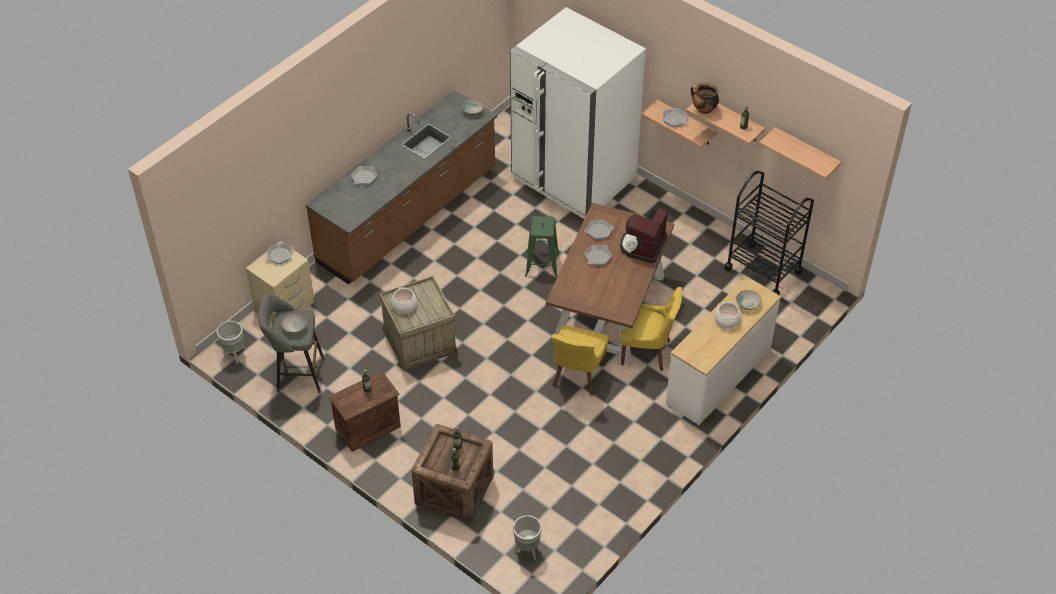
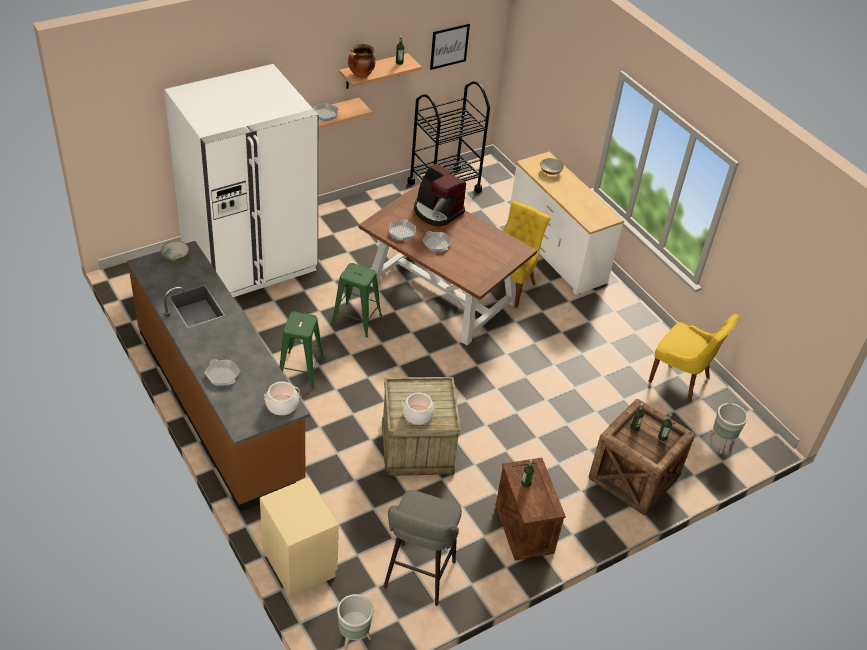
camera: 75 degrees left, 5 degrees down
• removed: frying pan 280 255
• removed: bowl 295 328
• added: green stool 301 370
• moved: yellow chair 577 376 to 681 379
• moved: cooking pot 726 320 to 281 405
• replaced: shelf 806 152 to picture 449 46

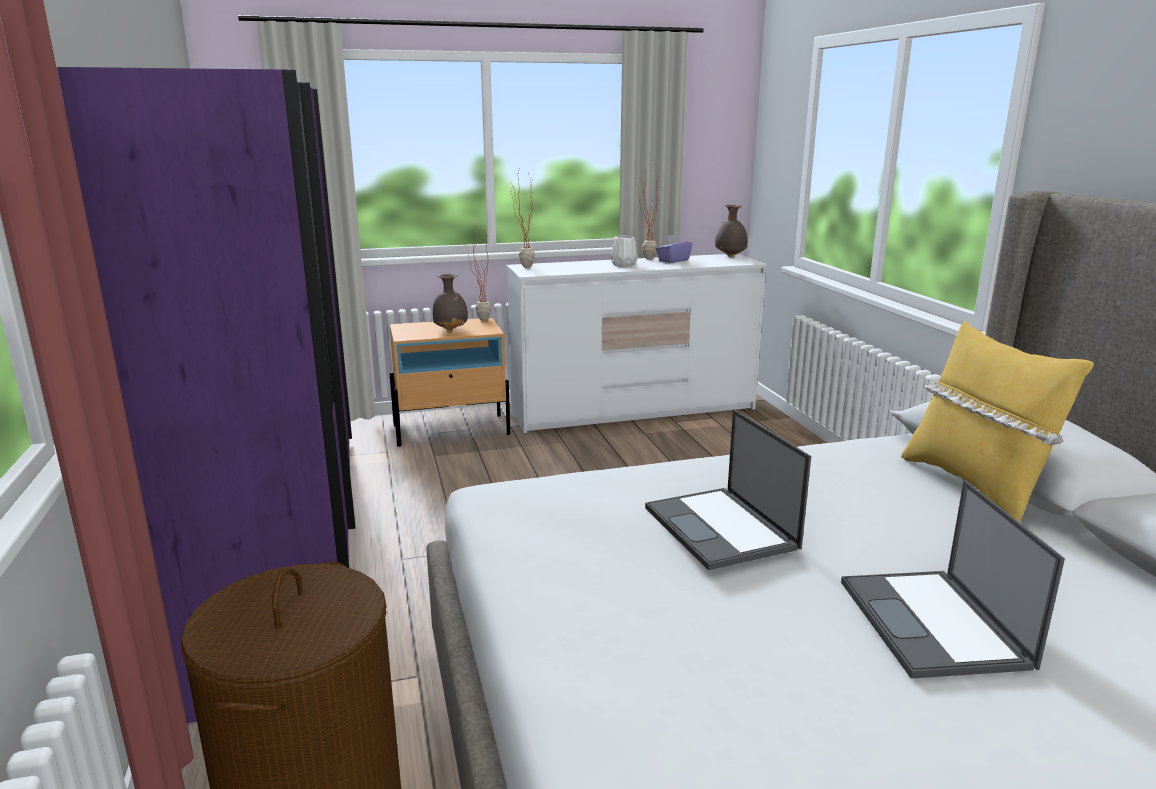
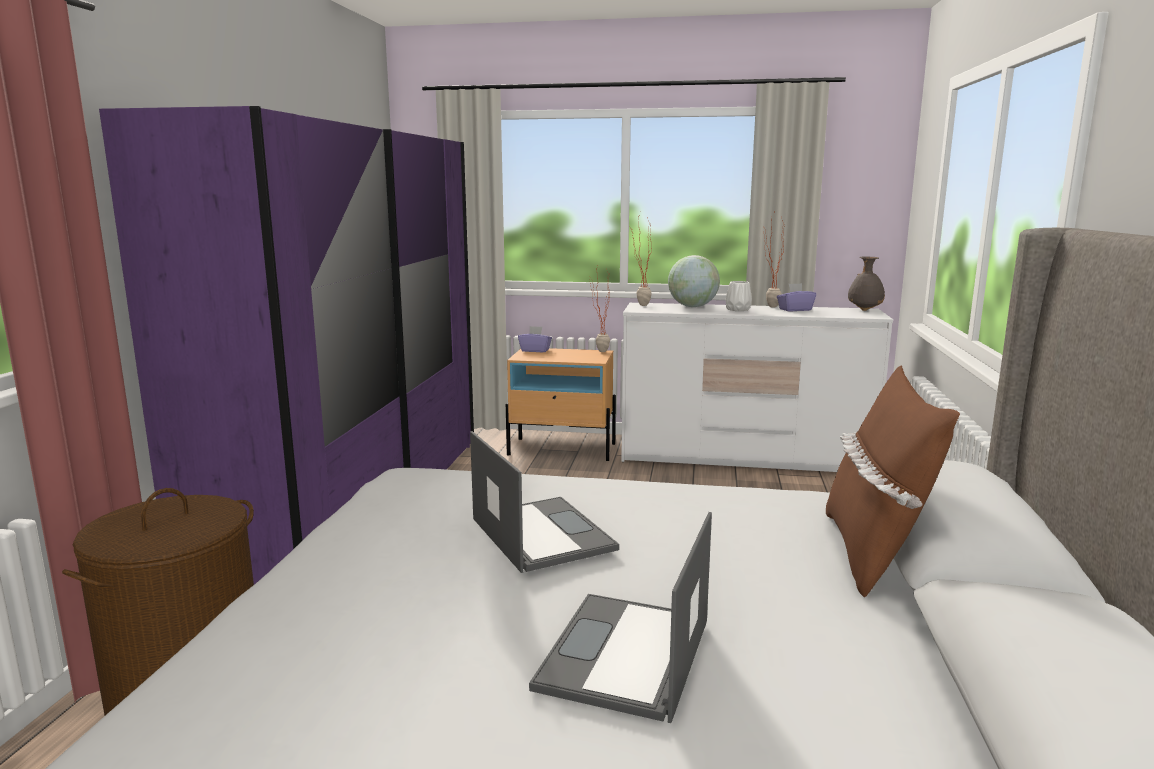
camera: 25 degrees right, 5 degrees down
• removed: grey vase 451 329
• added: purple tissue box 535 350
• added: globe 693 306
• recoloured: yellow pillow 974 485 to brown pillow 873 553
• turned: laptop 721 528 = 540 533 150 degrees clockwise

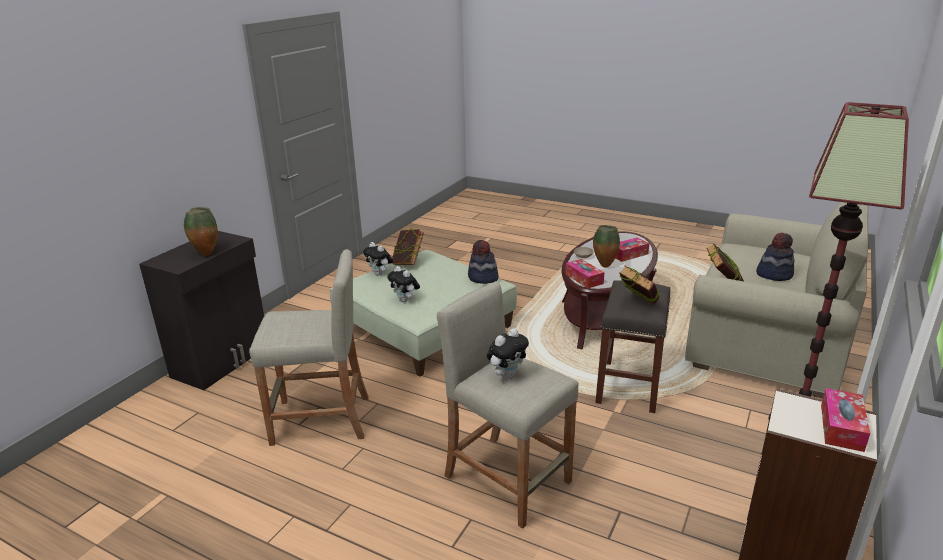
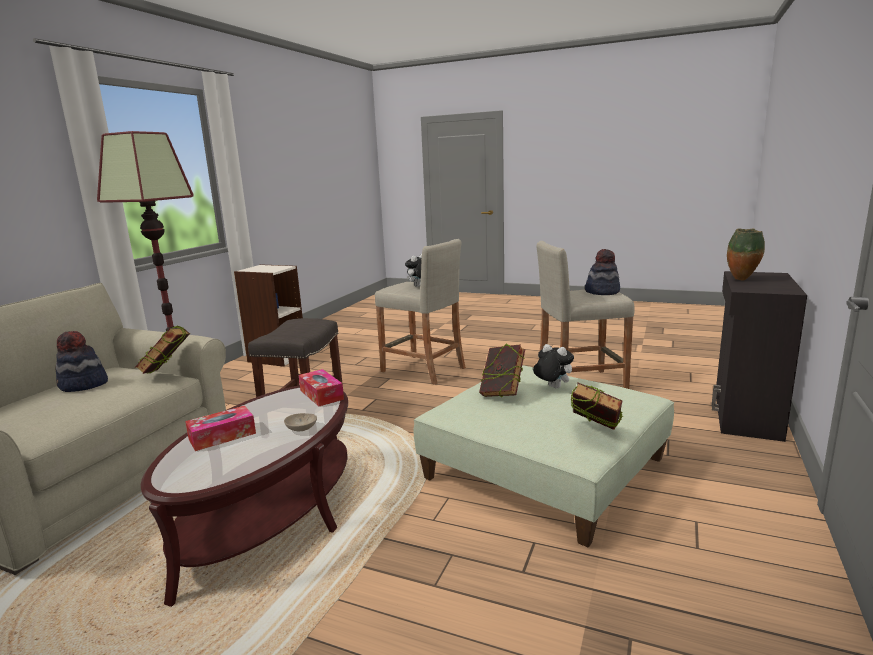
camera: 175 degrees right, 10 degrees down
• removed: plush toy 380 274
• removed: vase 604 265
• removed: tissue box 841 427
• moved: hat 483 278 to 602 292
• moved: book 637 305 to 502 394

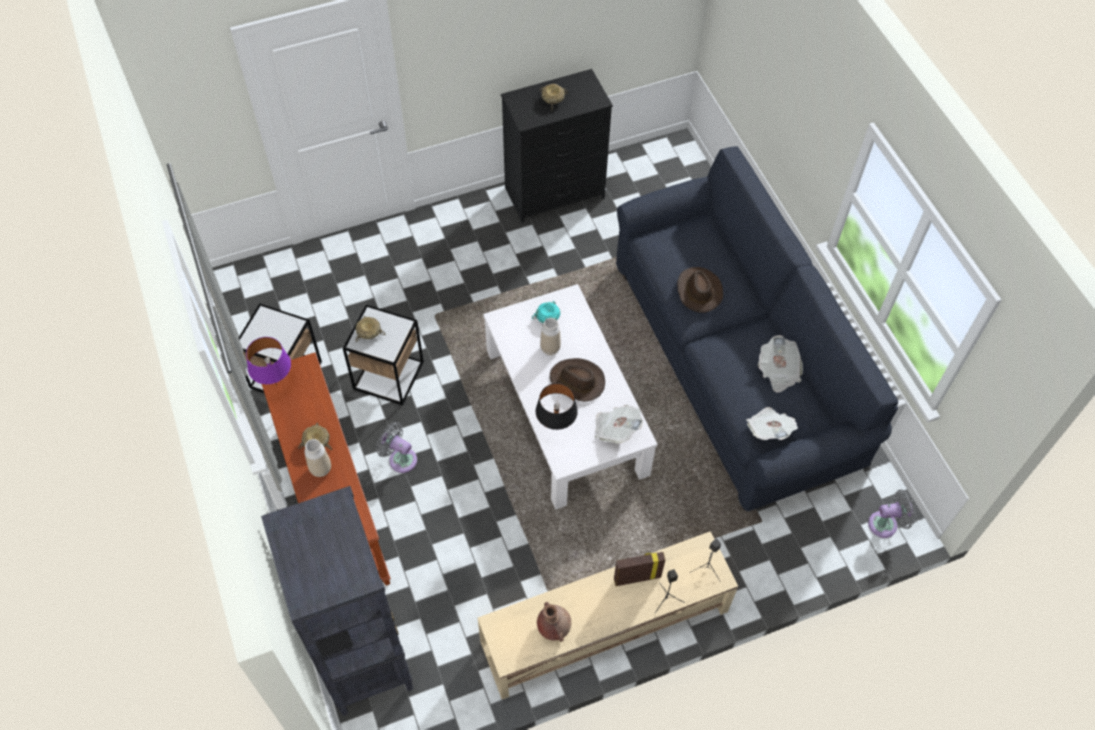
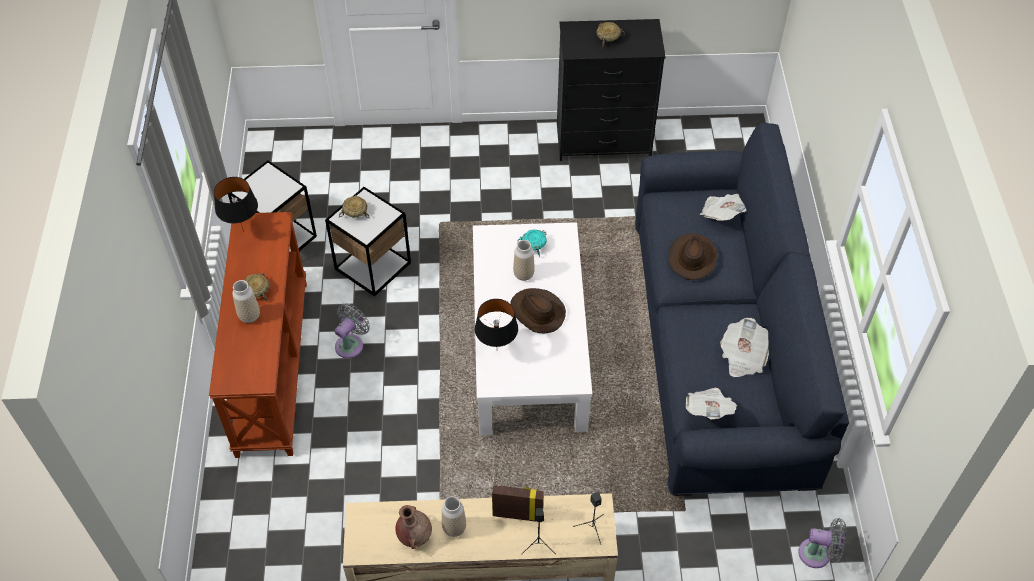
camera: 20 degrees right, 5 degrees down
• removed: black bookcase 364 658
• added: vase 454 528
• moved: newspaper 616 429 to 722 214
• recoloured: purple table lamp 276 386 to black table lamp 243 231
• turned: grey fan 400 458 = 351 344 75 degrees clockwise

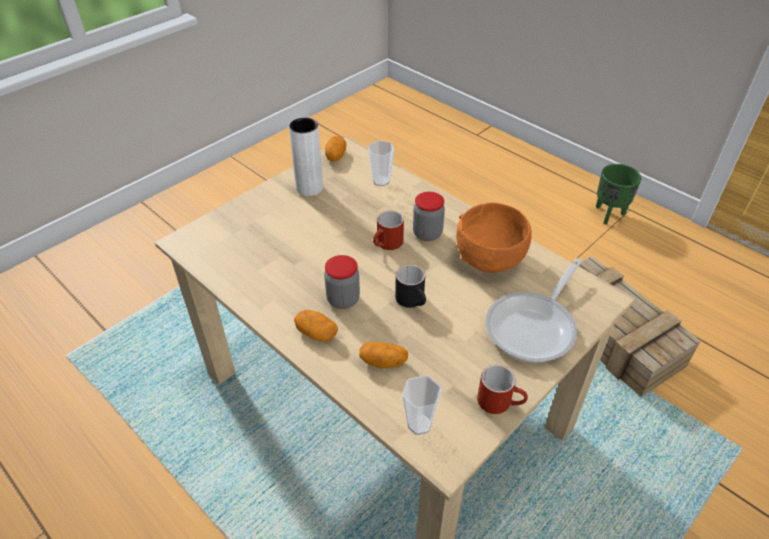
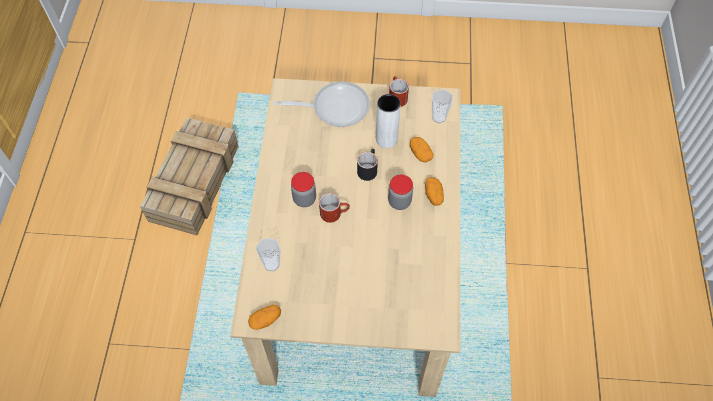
camera: 130 degrees left, 15 degrees up
• removed: orange bowl 490 257
• removed: green planter 608 214
• moved: white vase 309 188 to 386 139

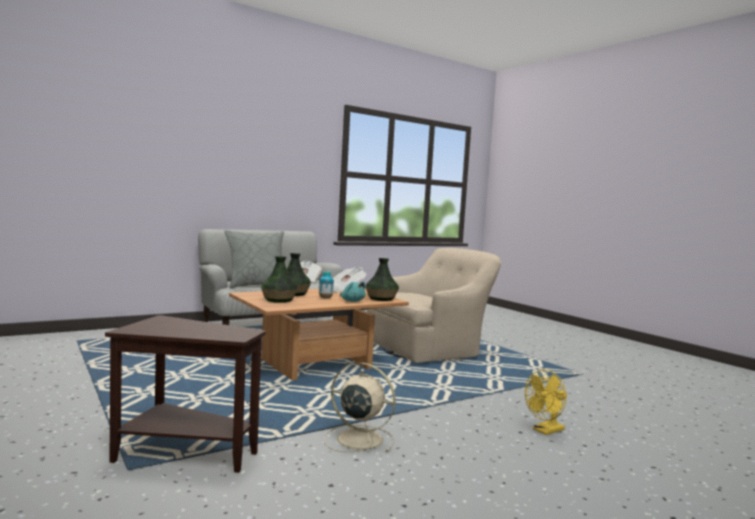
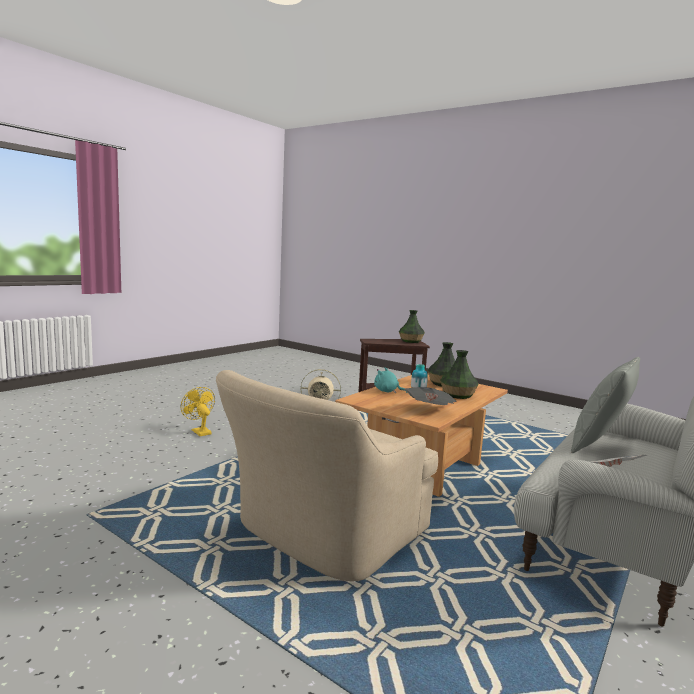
camera: 160 degrees right, 5 degrees up
• moved: vase 381 299 to 410 341
• turned: yellow fan 545 431 = 199 431 75 degrees counterclockwise

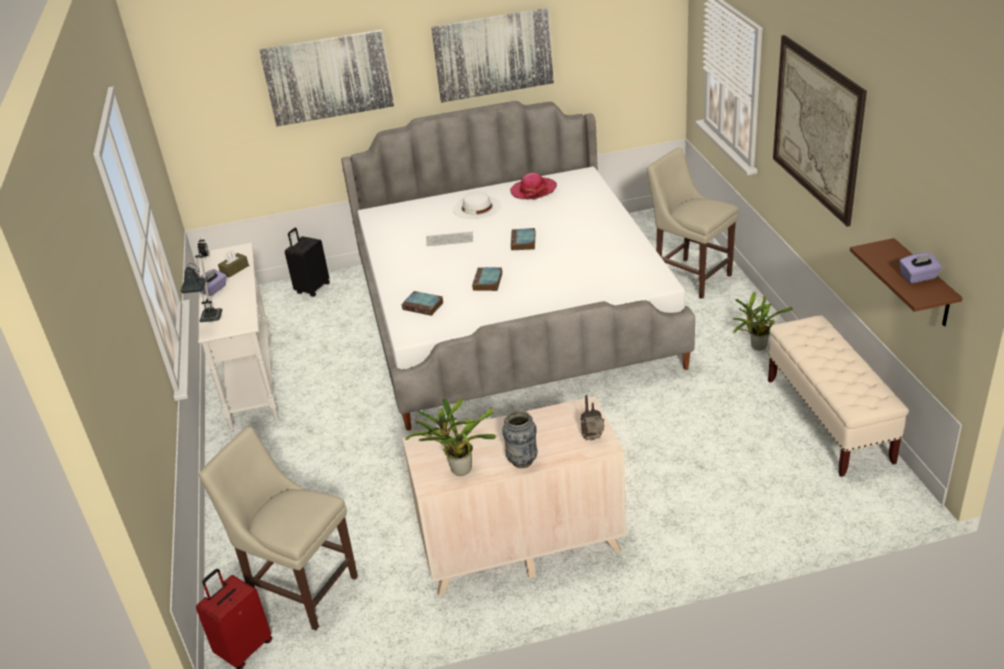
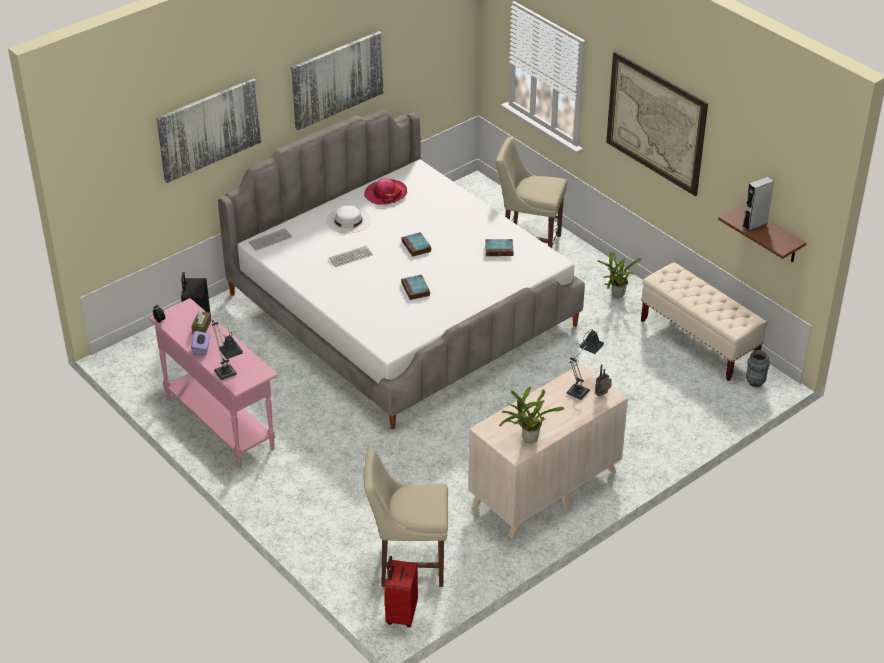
camera: 30 degrees left, 5 degrees up
• removed: purple tissue box 918 277
• added: keyboard 270 240
• added: table lamp 580 389
• added: grey speaker 755 224
• moved: book 424 306 to 499 249
• moved: vase 522 461 to 755 383
• recoloured: white console table 252 381 to pink console table 220 423

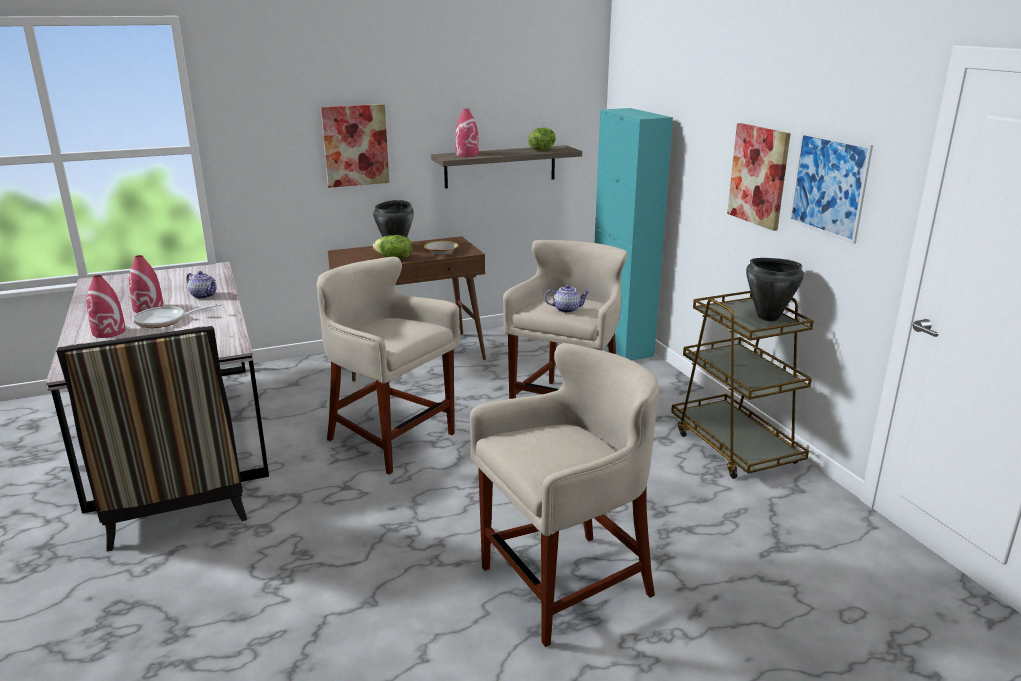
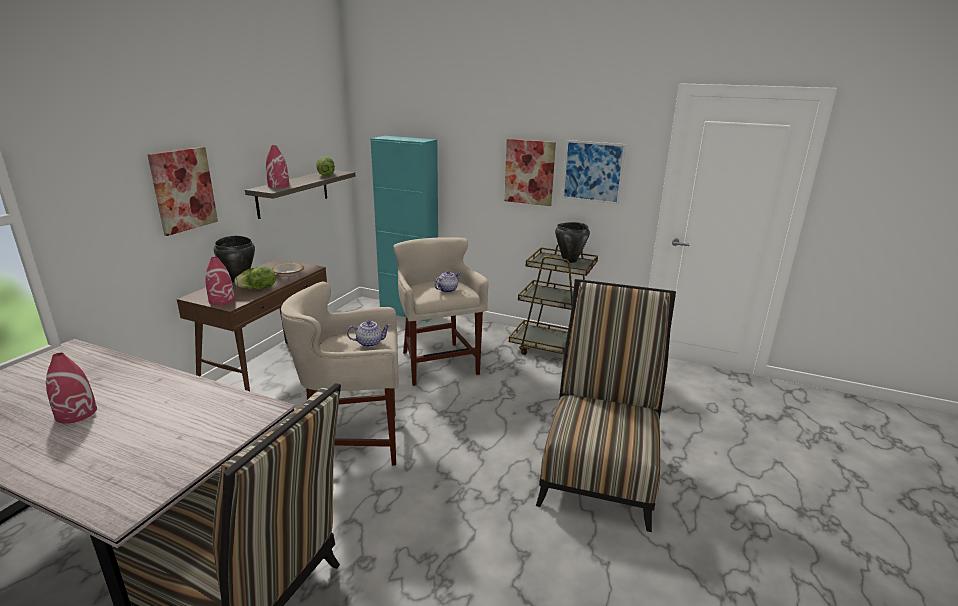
camera: 45 degrees left, 0 degrees up
• removed: frying pan 165 321
• moved: red vase 109 332 to 222 300
• moved: teapot 204 296 to 370 343
• replaced: beige stool 565 585 to chair 599 469

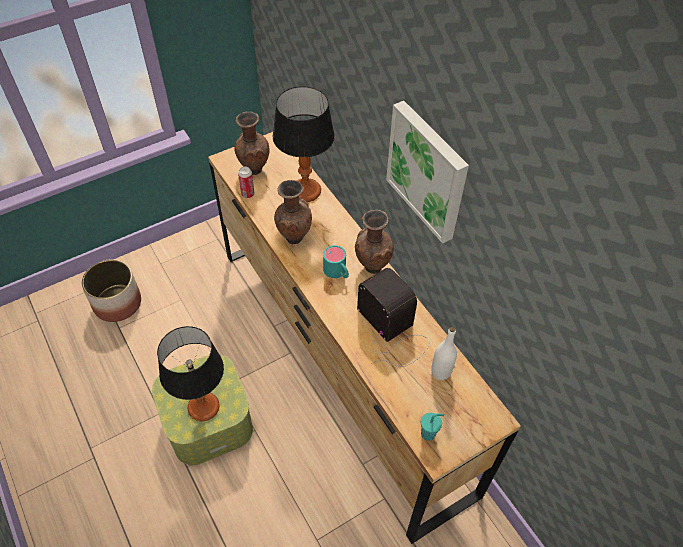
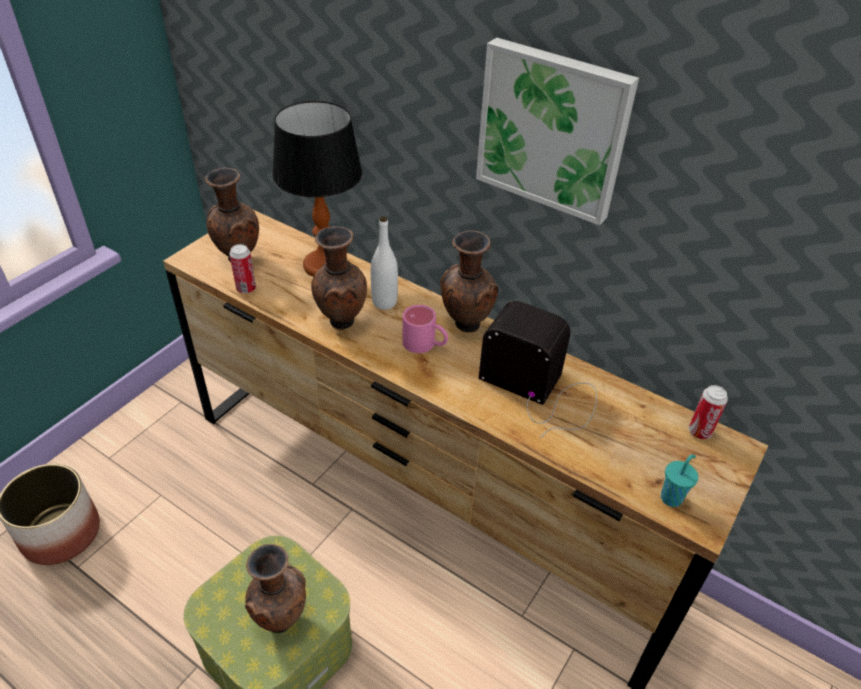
camera: 25 degrees left, 10 degrees down
• added: can 699 432
• moved: white bottle 441 371 to 384 302
• replaced: table lamp 203 406 to brown vase 280 618
• recoloured: turquoise mug 337 272 to pink mug 425 344

